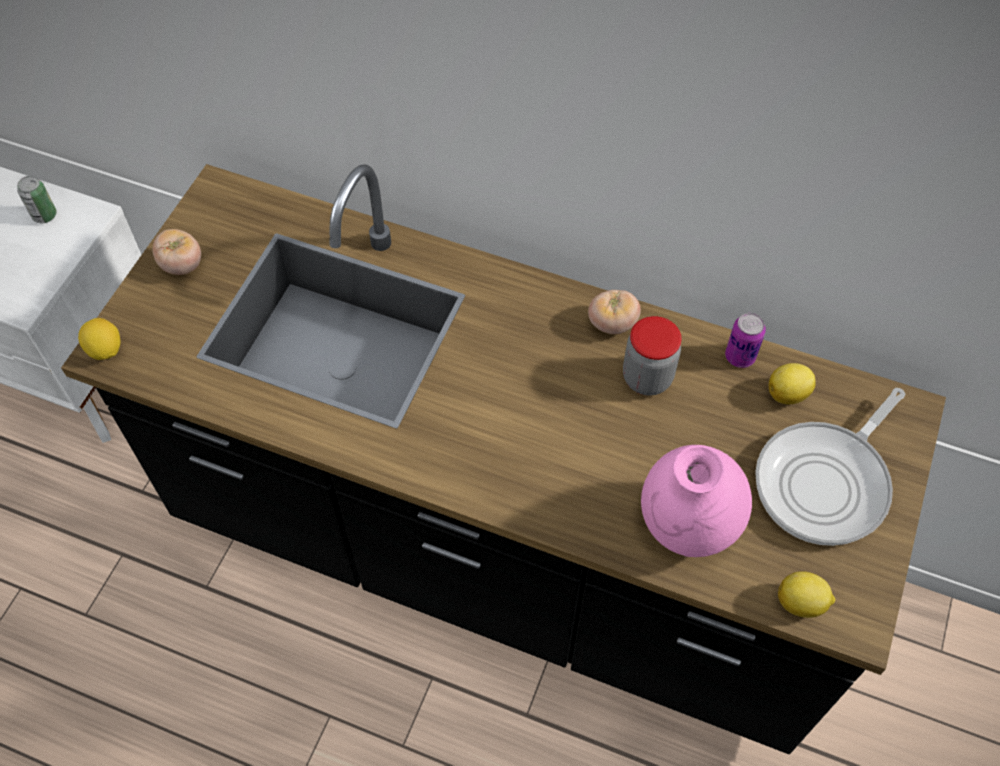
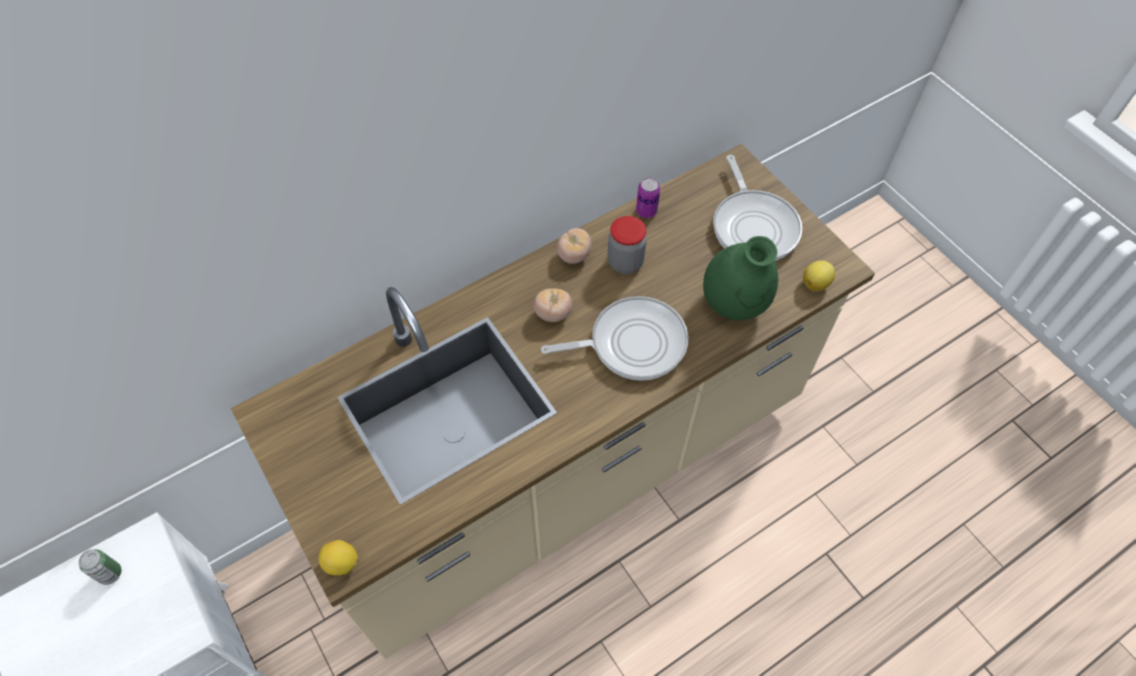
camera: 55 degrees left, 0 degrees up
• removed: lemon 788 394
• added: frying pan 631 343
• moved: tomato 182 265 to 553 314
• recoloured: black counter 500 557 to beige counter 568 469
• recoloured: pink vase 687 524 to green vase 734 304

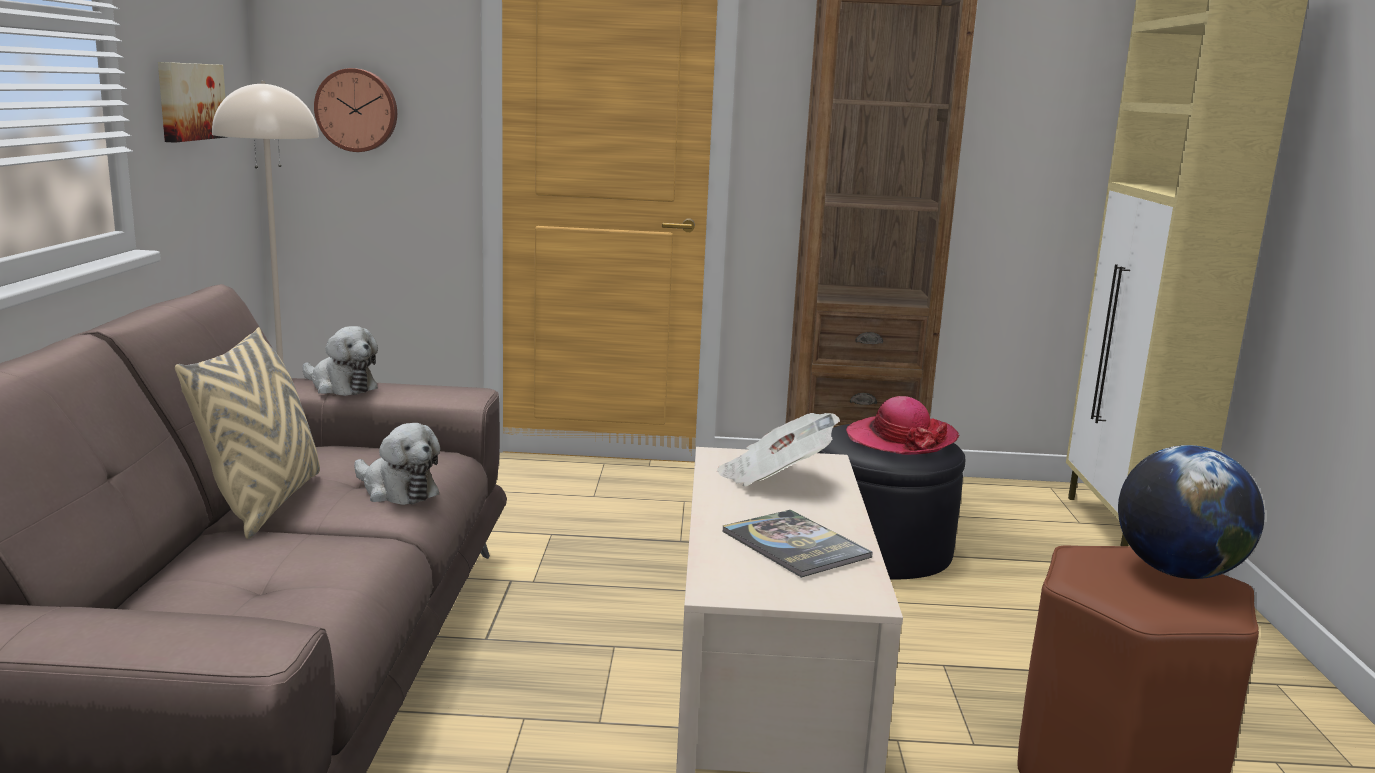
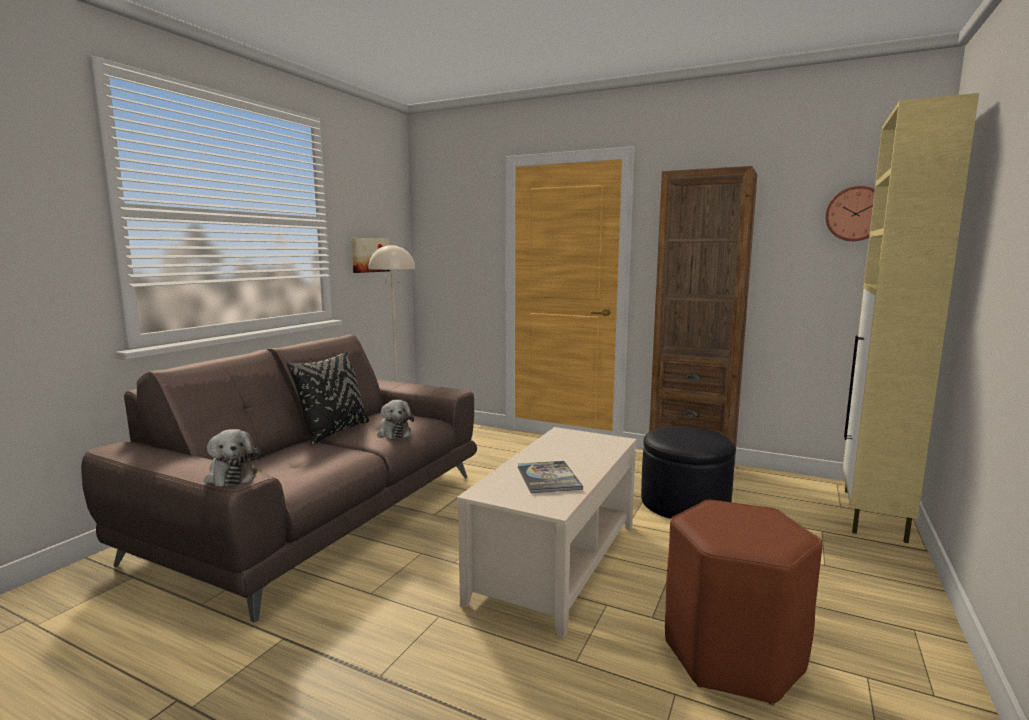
camera: 25 degrees right, 5 degrees down
• removed: newspaper 774 477
• removed: hat 900 439
• removed: globe 1177 572
• moved: plush toy 340 386 to 231 475
• moved: wall clock 357 110 to 855 214
• recoloured: beige pillow 264 503 to black pillow 334 432

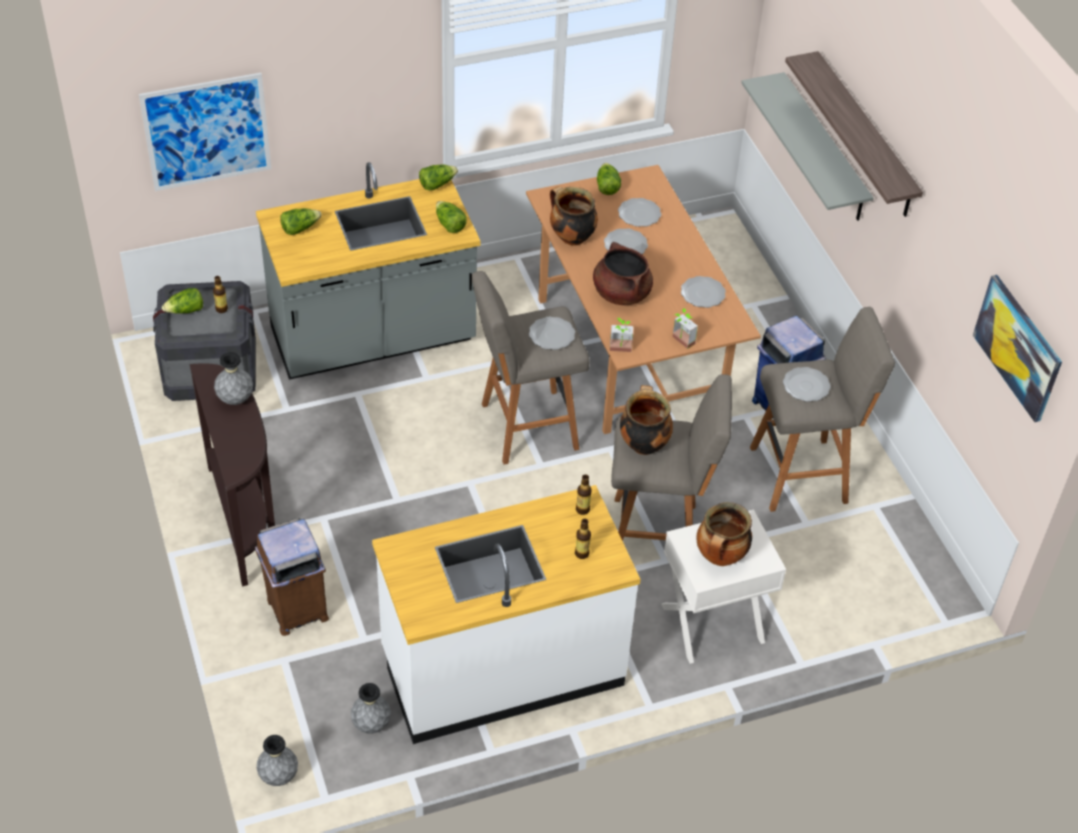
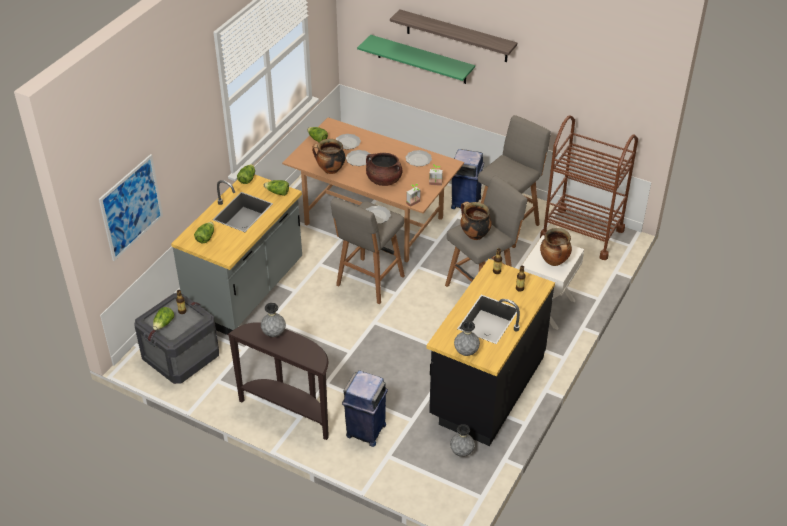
camera: 40 degrees left, 5 degrees down
• removed: plate 806 386
• removed: picture 1018 347
• added: brown cart 582 233
• moved: grey vase 278 776 to 466 352
• recoloured: brown trash can 296 610 to blue trash can 365 431
• recoloured: white counter 501 667 to black counter 486 387
• recoloured: grey shelf 824 149 to green shelf 421 59

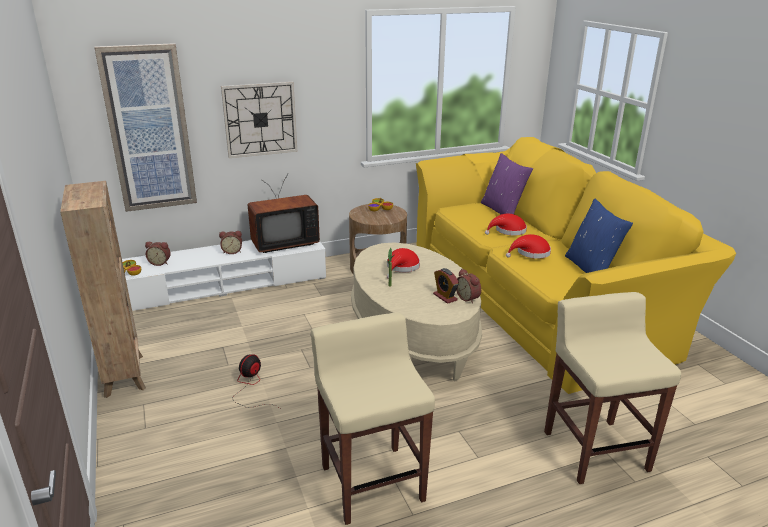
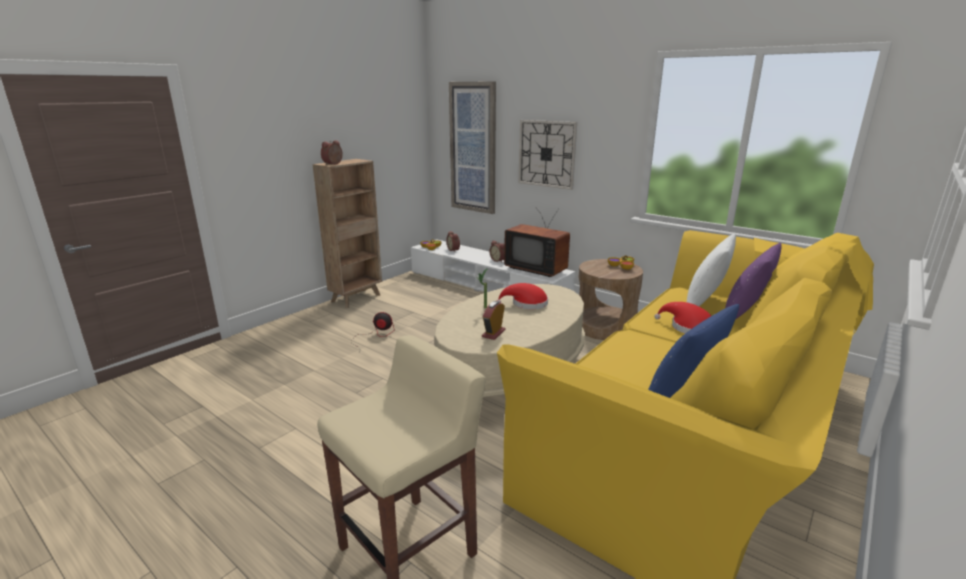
camera: 60 degrees right, 5 degrees down
• removed: beige stool 372 482
• removed: red hat 530 253
• added: white pillow 705 304
• moved: alarm clock 468 298 to 333 164

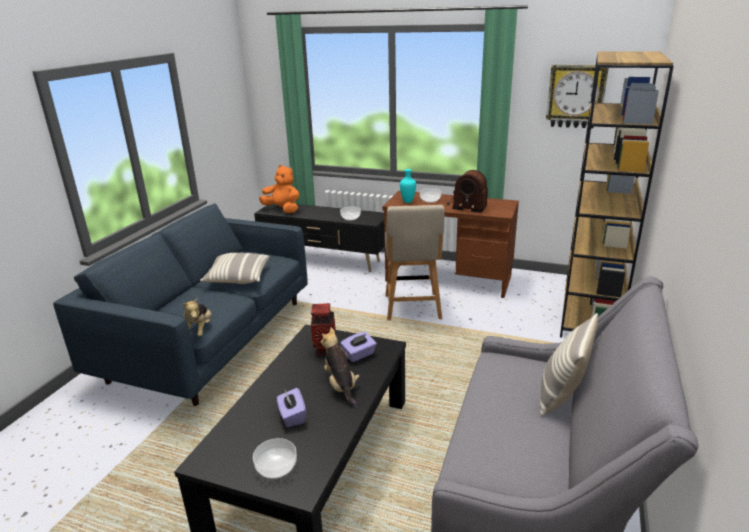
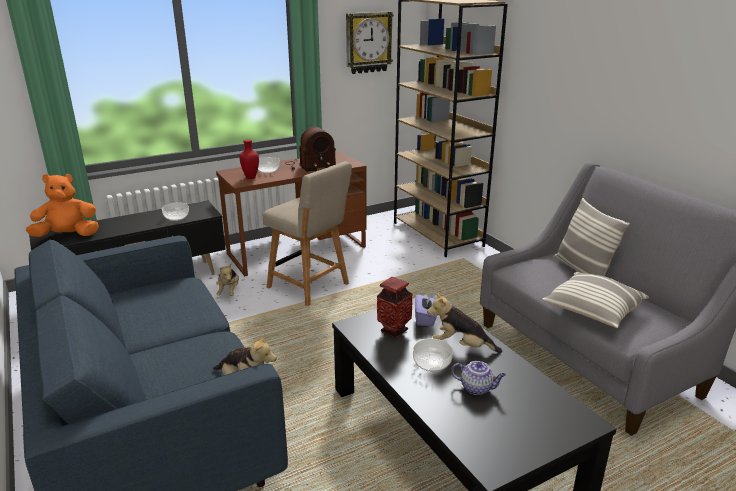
camera: 50 degrees left, 0 degrees up
• added: plush toy 229 291
• moved: pillow 238 278 to 592 311
• moved: bowl 276 467 to 432 363
• replaced: purple tissue box 292 416 to teapot 477 388
• recoloured: turquoise vase 408 201 to red vase 251 177

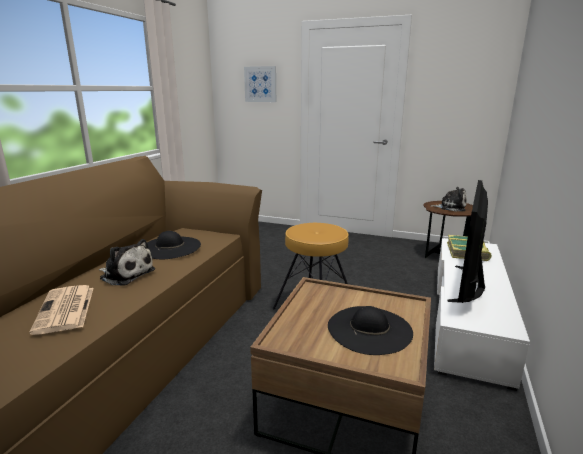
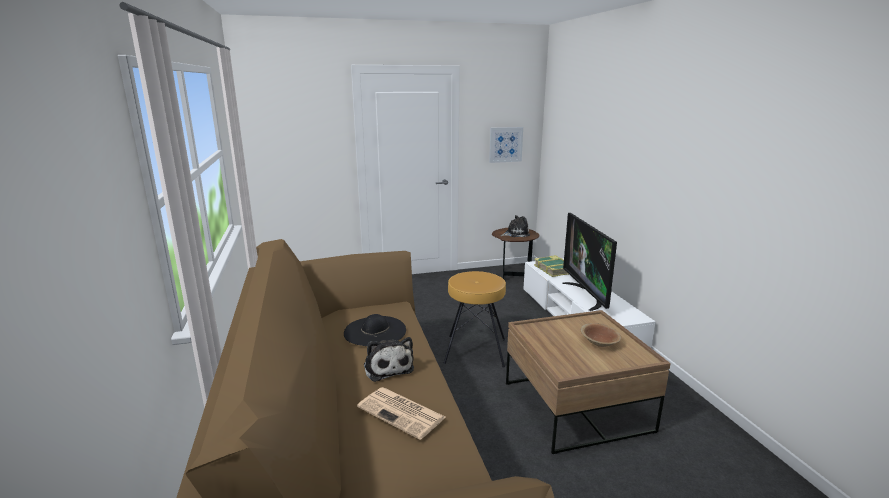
camera: 35 degrees left, 0 degrees up
• moved: picture 260 84 to 505 144
• replaced: black hat 369 329 to brown bowl 599 343
• turned: plush toy 126 274 = 387 367 75 degrees clockwise

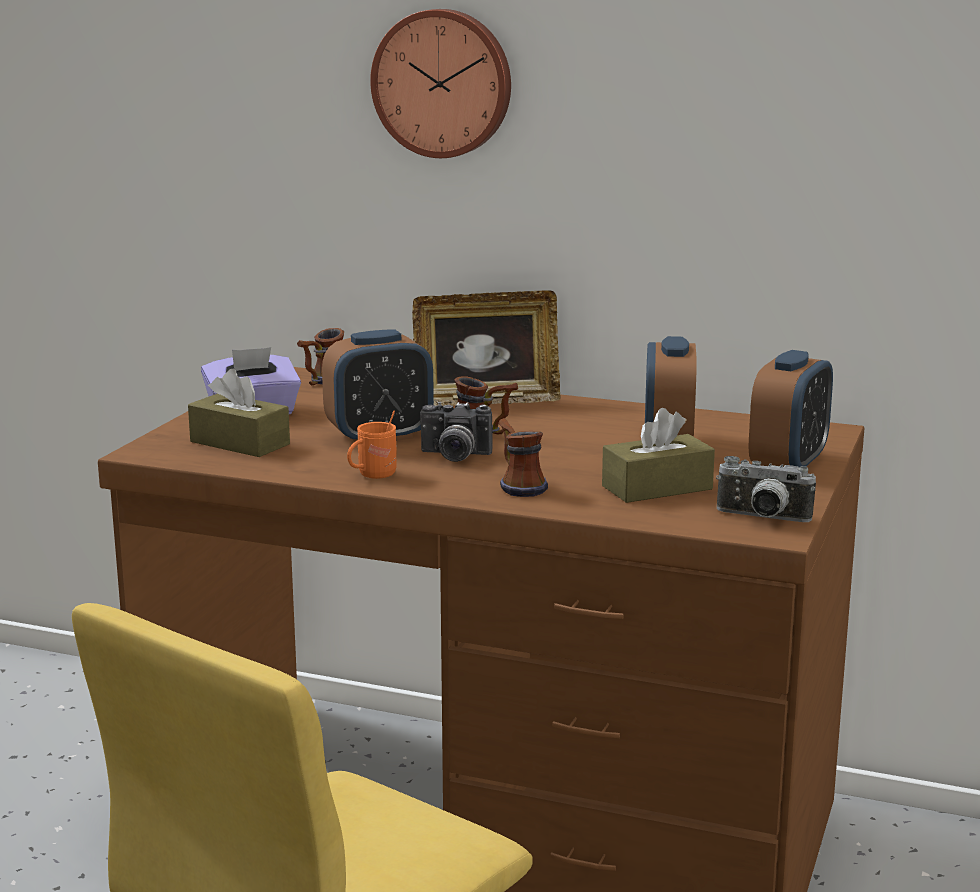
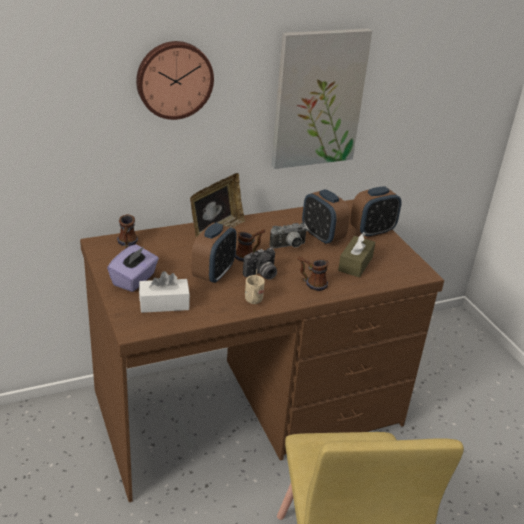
camera: 45 degrees left, 15 degrees up
• added: picture 318 99
• moved: photo camera 762 519 to 289 246
• recoloured: brown tissue box 240 443 to white tissue box 164 304
• recoloured: orange mug 372 476 to beige mug 253 302
• turned: alarm clock 788 464 = 372 231 75 degrees clockwise

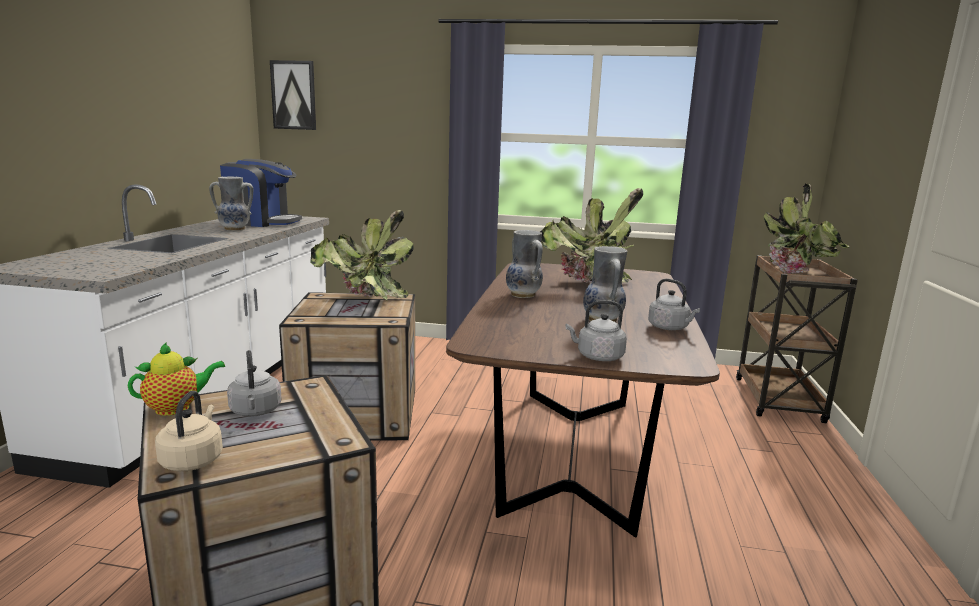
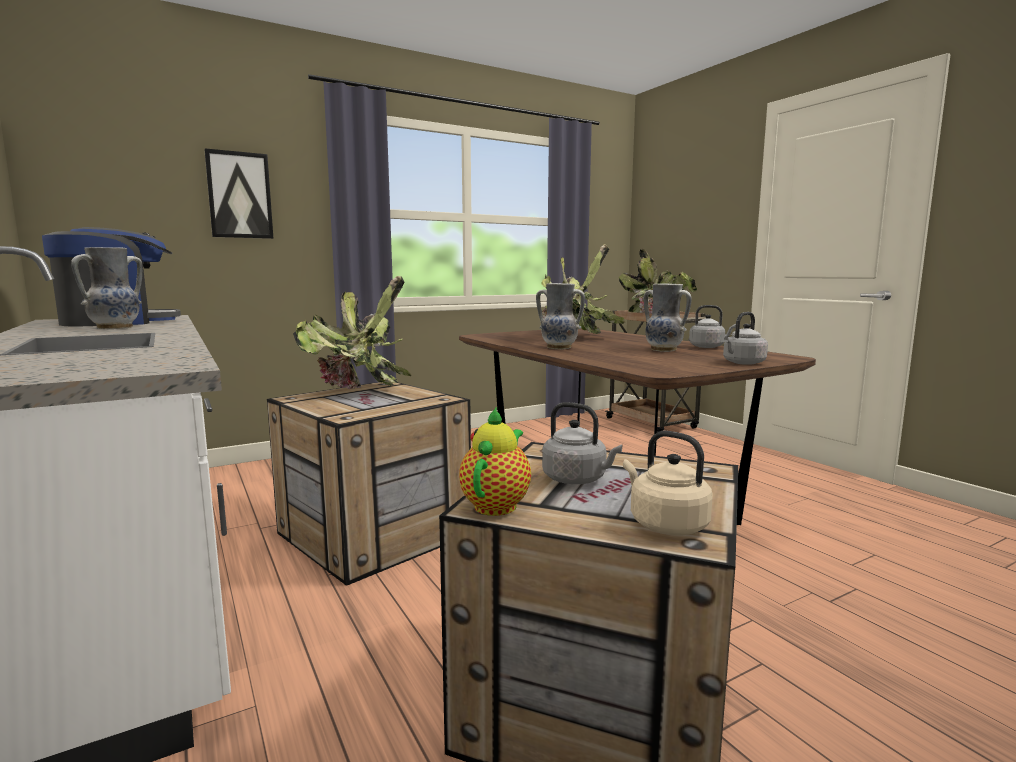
camera: 40 degrees left, 5 degrees down
• moved: picture 294 95 to 239 195

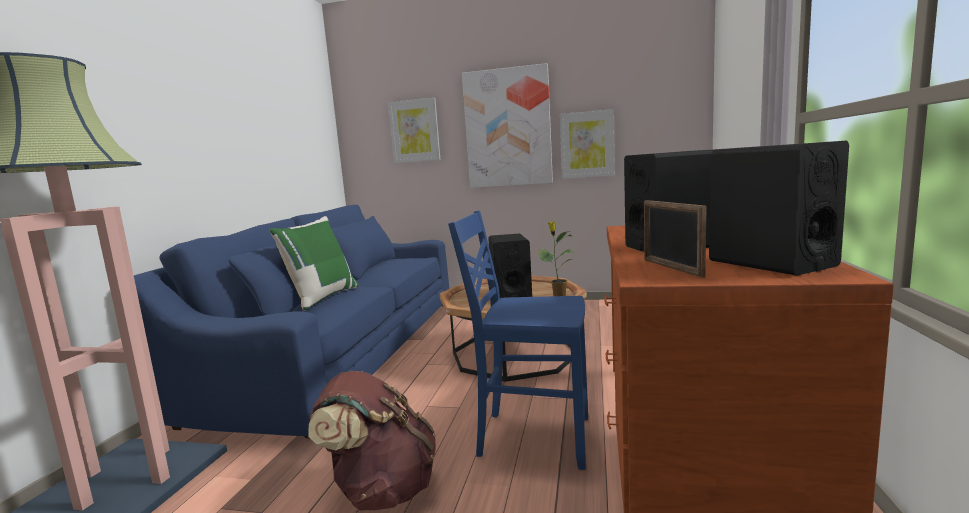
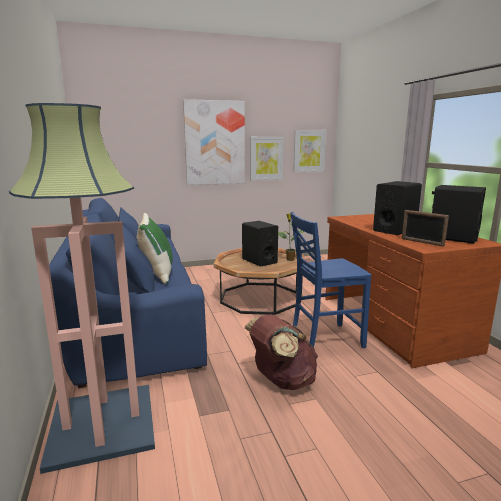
camera: 30 degrees left, 5 degrees up
• moved: picture 414 131 to 309 151

